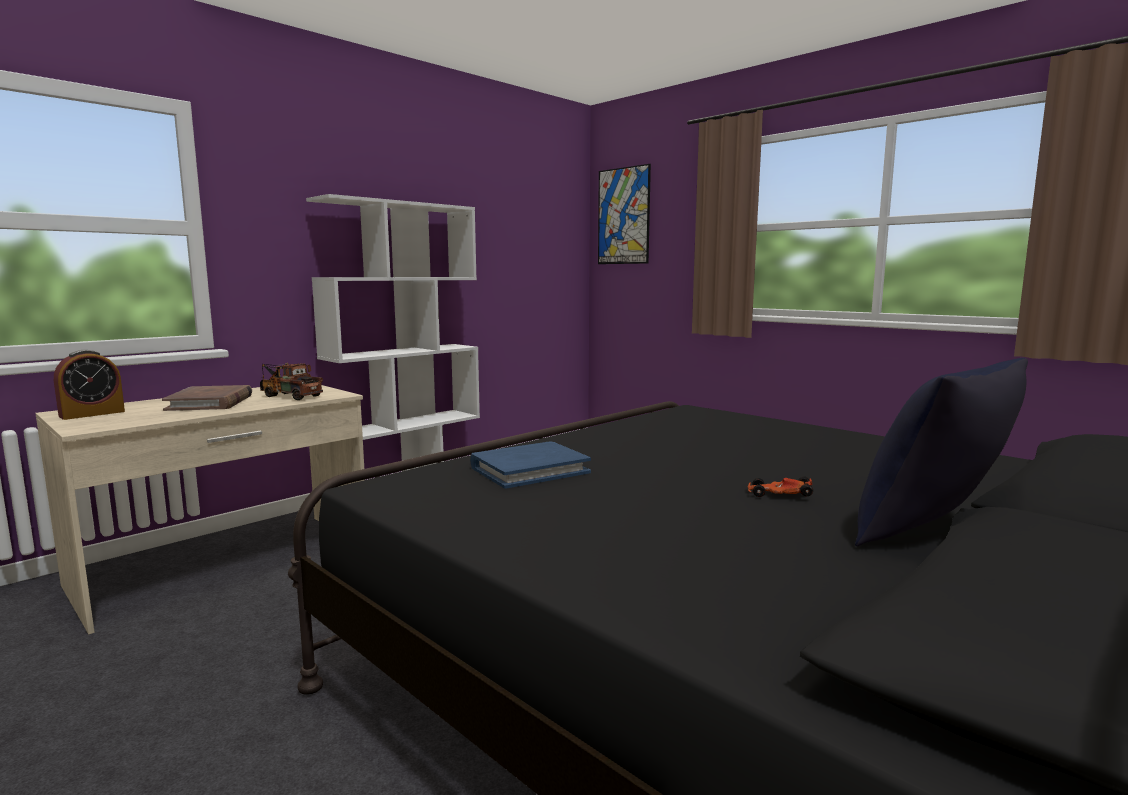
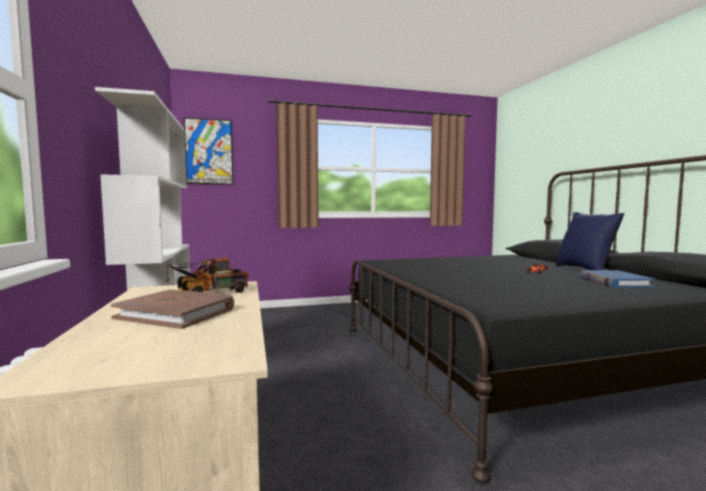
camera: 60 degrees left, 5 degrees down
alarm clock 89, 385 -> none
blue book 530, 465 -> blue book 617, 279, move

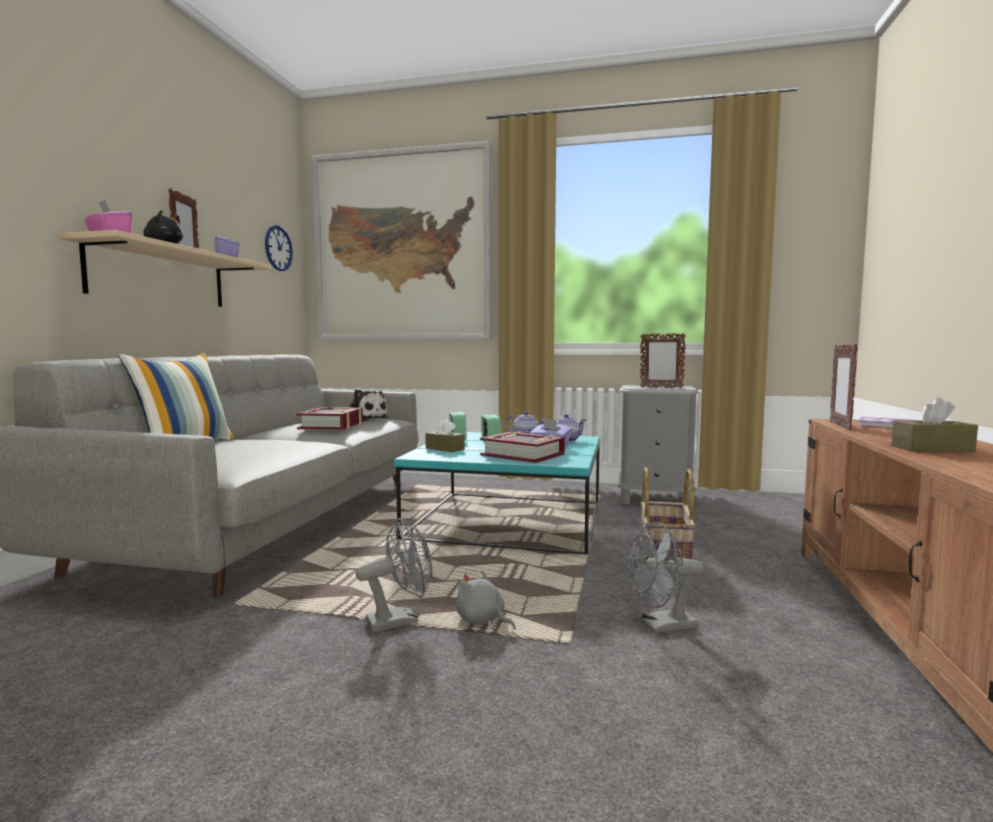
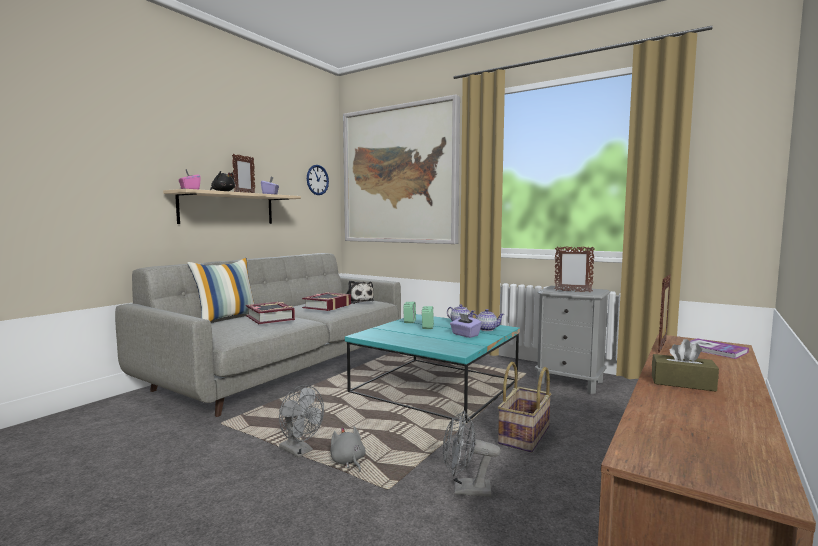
camera: 20 degrees right, 0 degrees up
grey fan 394, 575 -> grey fan 301, 421, 45 degrees clockwise
brown tissue box 445, 435 -> none
book 522, 447 -> book 270, 313, move

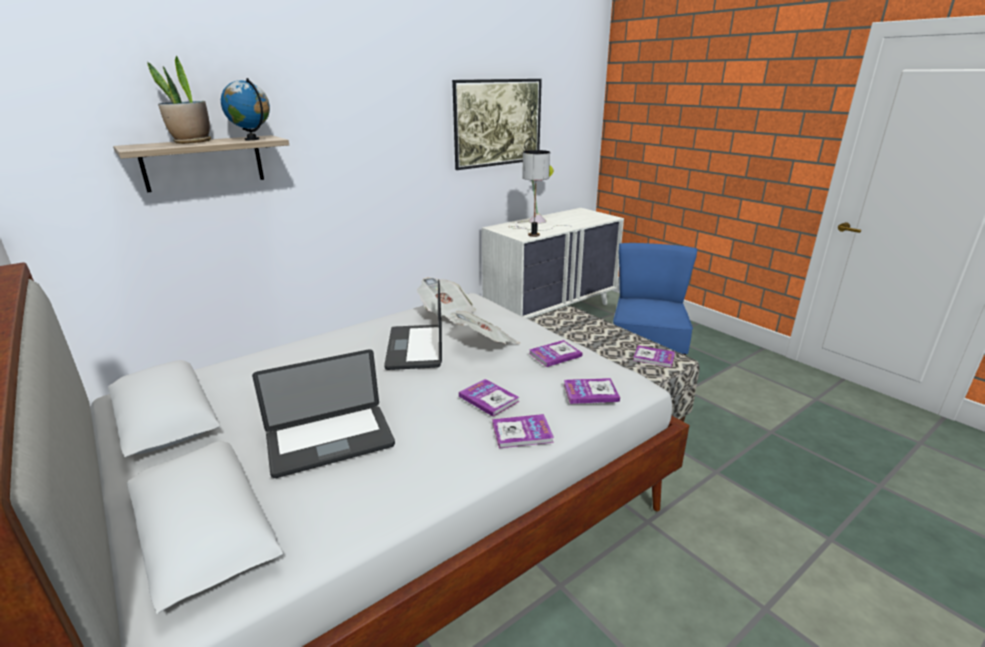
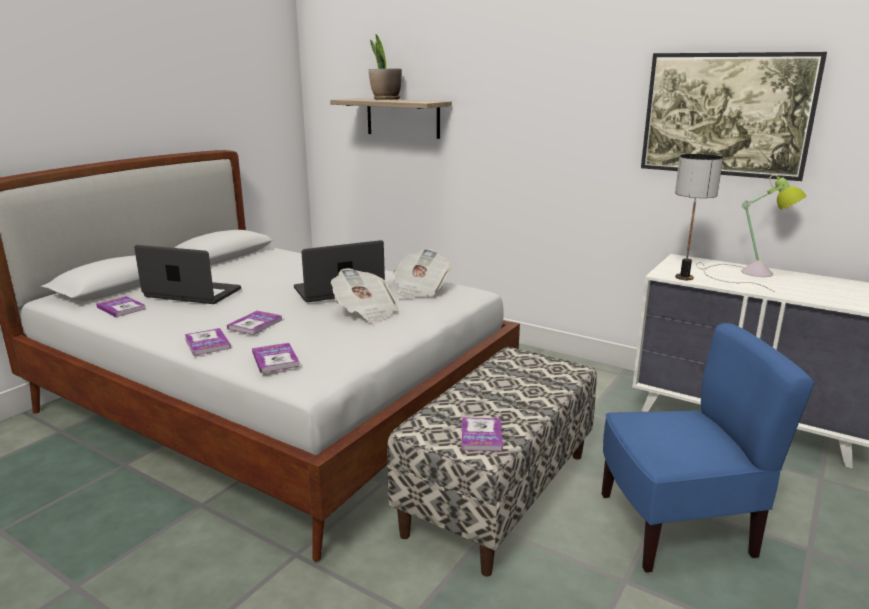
camera: 70 degrees right, 5 degrees down
globe 245, 109 -> none
laptop 323, 413 -> laptop 187, 274, 150 degrees clockwise
book 556, 353 -> book 121, 306, move

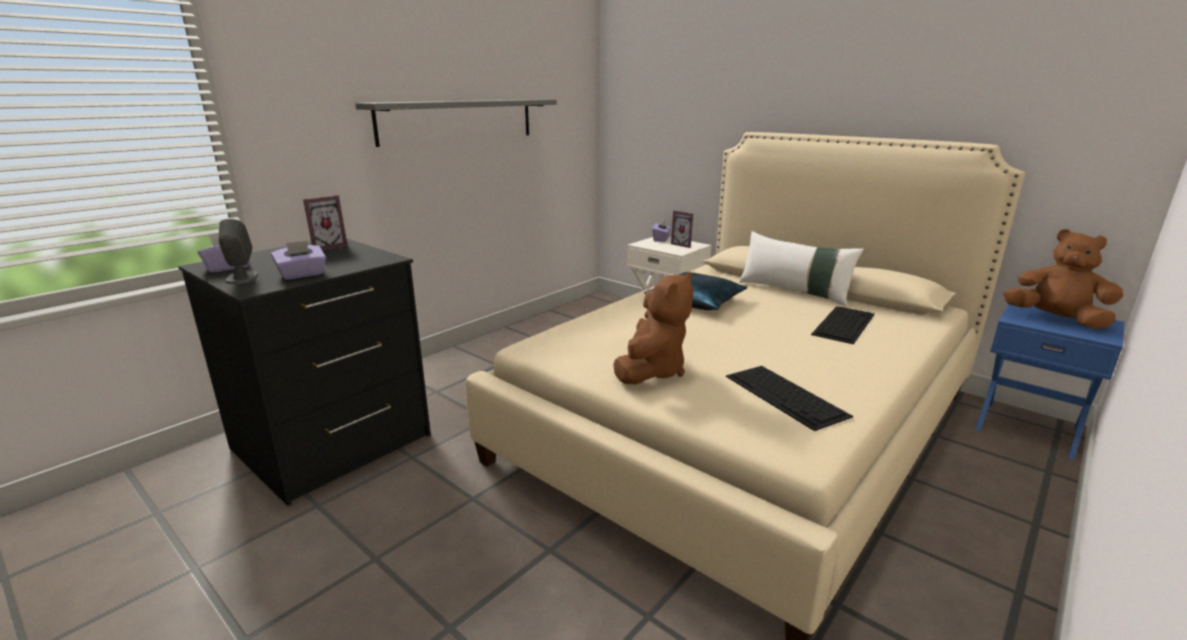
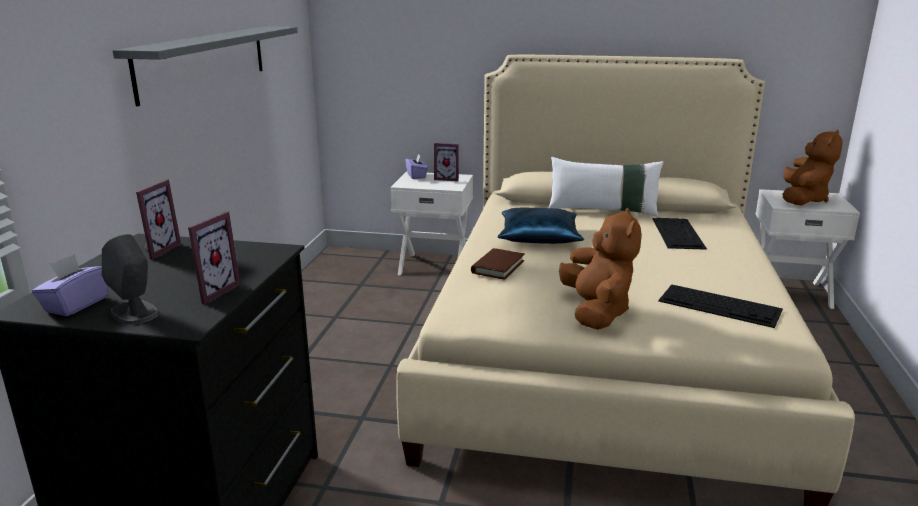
camera: 30 degrees left, 0 degrees up
purple tissue box 298, 260 -> picture frame 214, 258
blue nightstand 1050, 382 -> white nightstand 808, 249
brown plush toy 1063, 279 -> brown plush toy 813, 167, 105 degrees clockwise
none -> brown book 498, 264

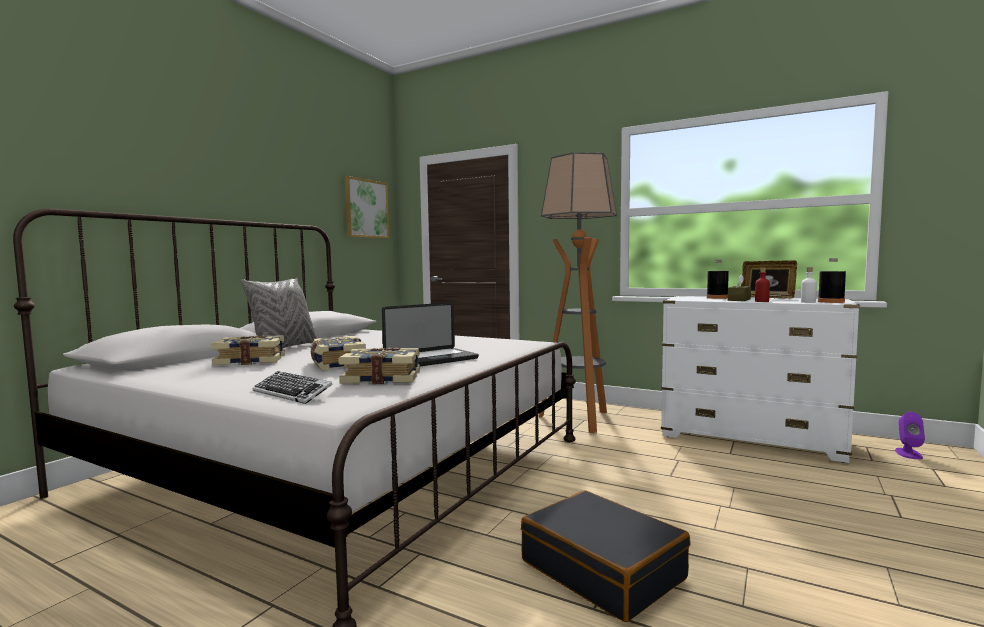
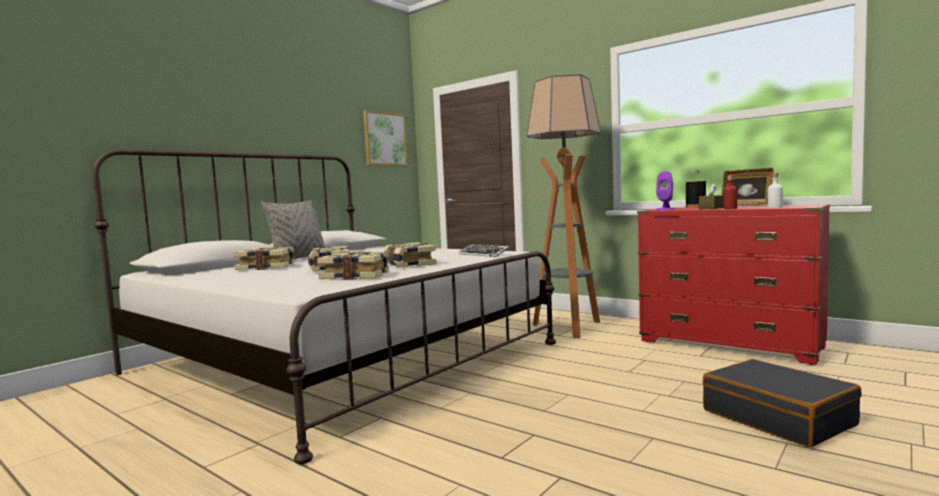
camera: 10 degrees right, 0 degrees up
keyboard 293, 387 -> keyboard 484, 250, move
laptop 430, 334 -> book 410, 255
black suitcase 606, 556 -> black suitcase 782, 403, move
white dresser 760, 379 -> red dresser 733, 284
black bottle 832, 280 -> none
purple speaker 910, 435 -> purple speaker 665, 190, move

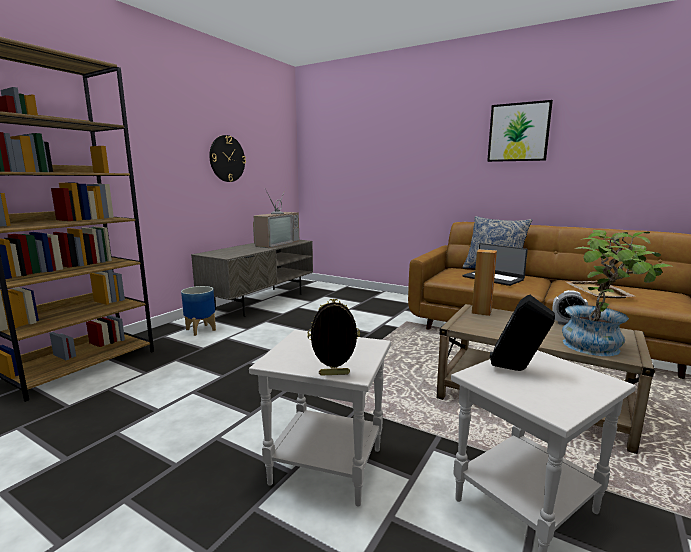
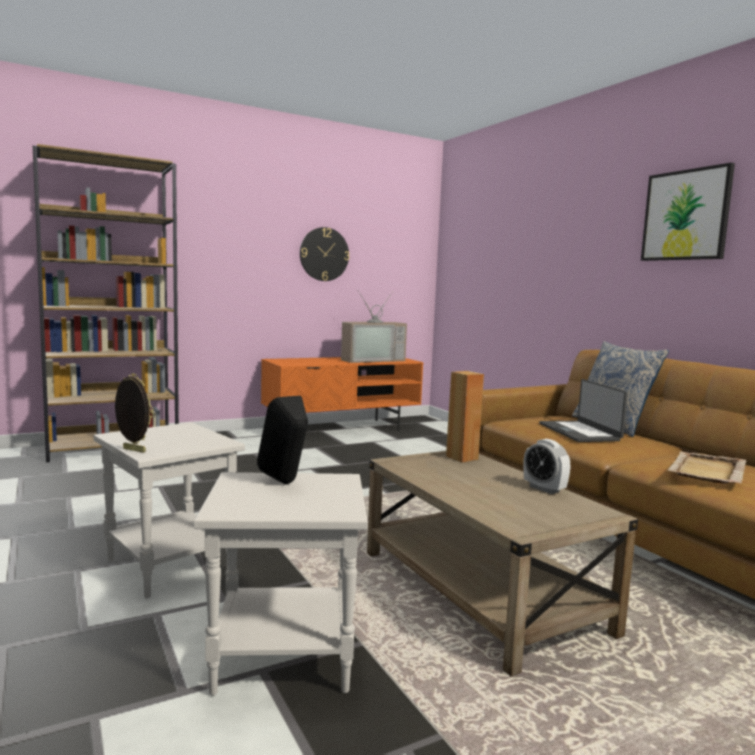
camera: 30 degrees right, 5 degrees down
planter 198, 311 -> none
grey tv stand 252, 278 -> orange tv stand 342, 394
potted plant 618, 293 -> none

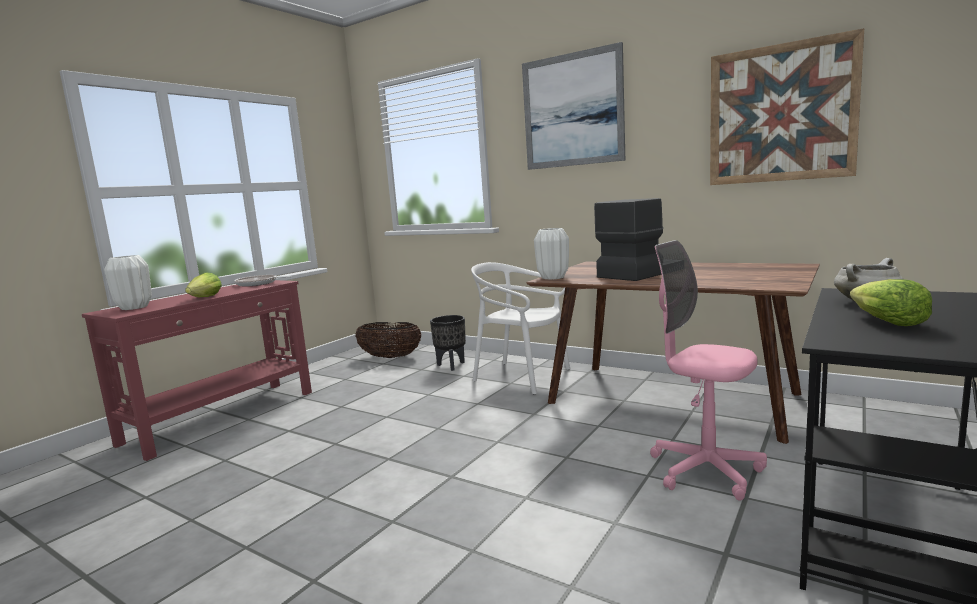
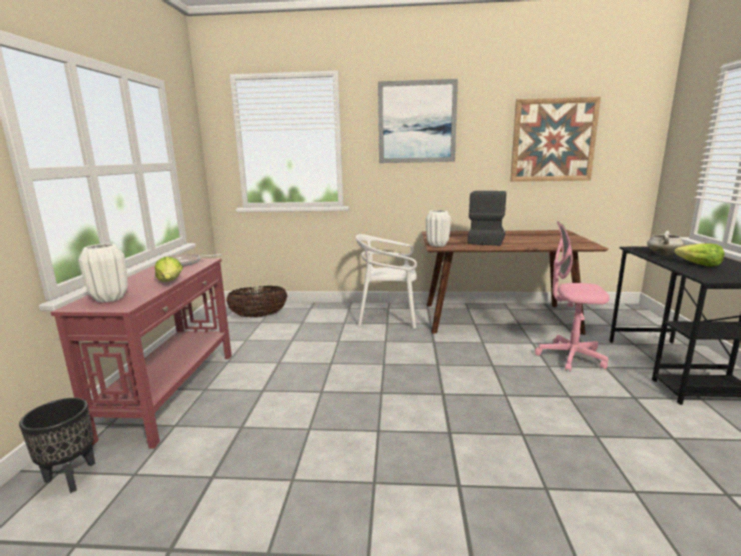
camera: 30 degrees left, 5 degrees up
black planter 448, 343 -> black planter 57, 445, move

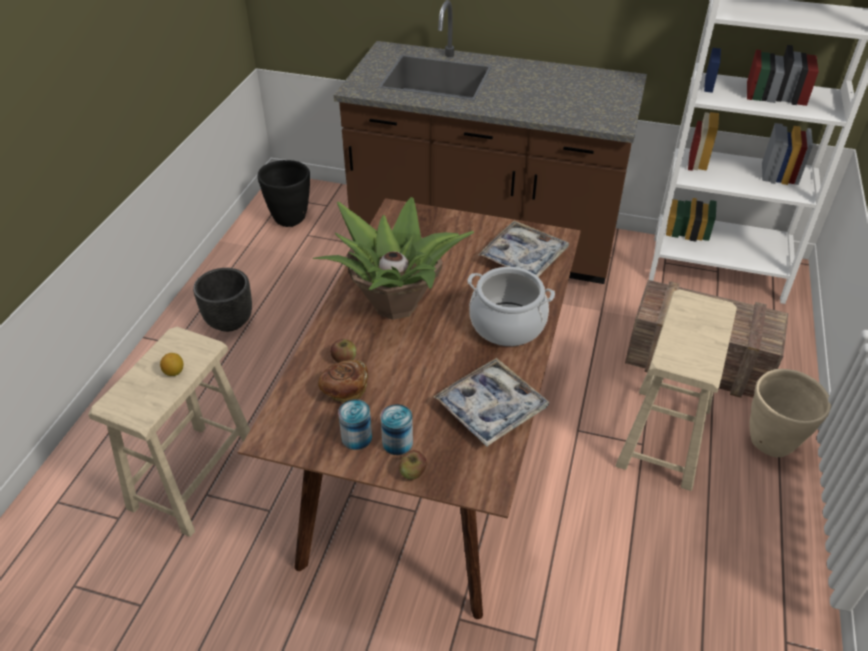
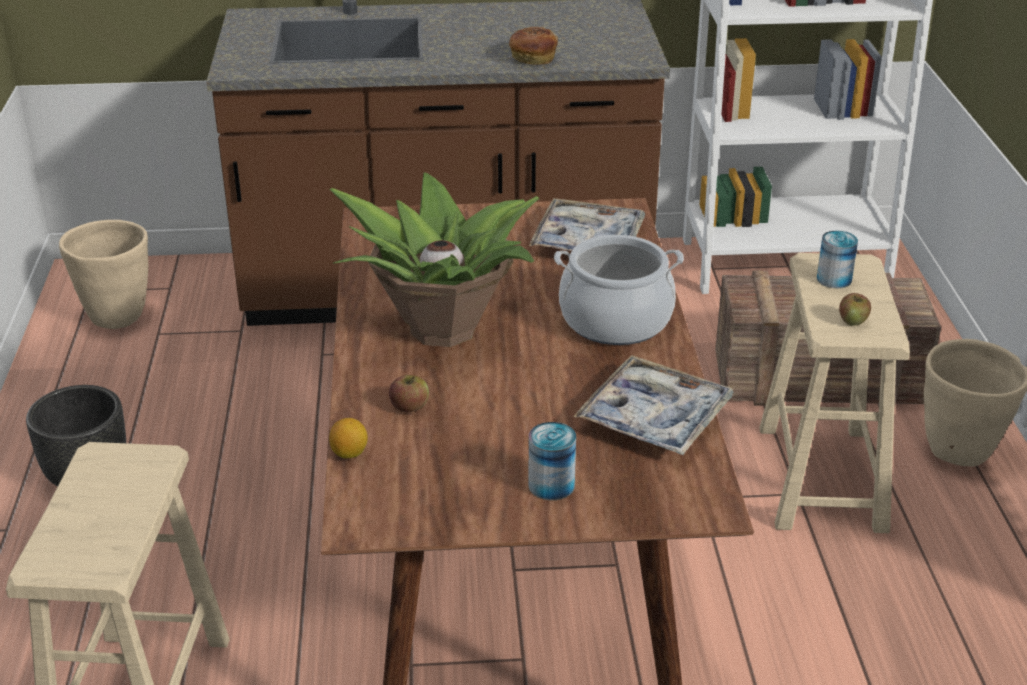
camera: 20 degrees left, 10 degrees down
lemon 171, 364 -> lemon 348, 438, move
black planter 284, 193 -> beige planter 103, 274
bread 343, 381 -> bread 533, 46, move
can 355, 424 -> can 837, 259, move
apple 412, 465 -> apple 855, 309, move

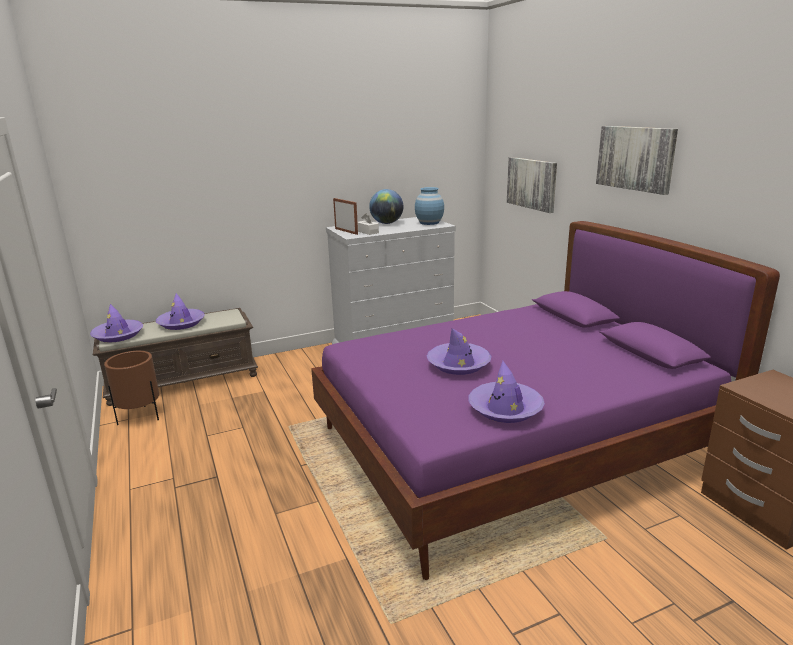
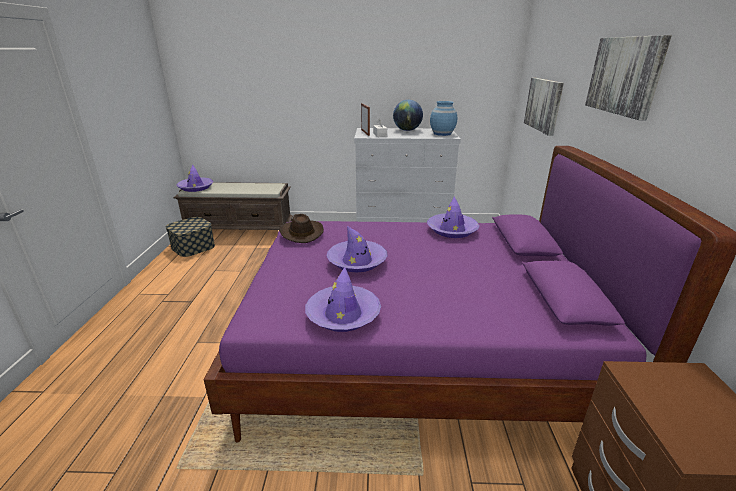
camera: 25 degrees right, 5 degrees up
brown planter 131, 388 -> storage box 190, 237
purple hat 180, 311 -> purple hat 453, 217, move
none -> brown hat 301, 228

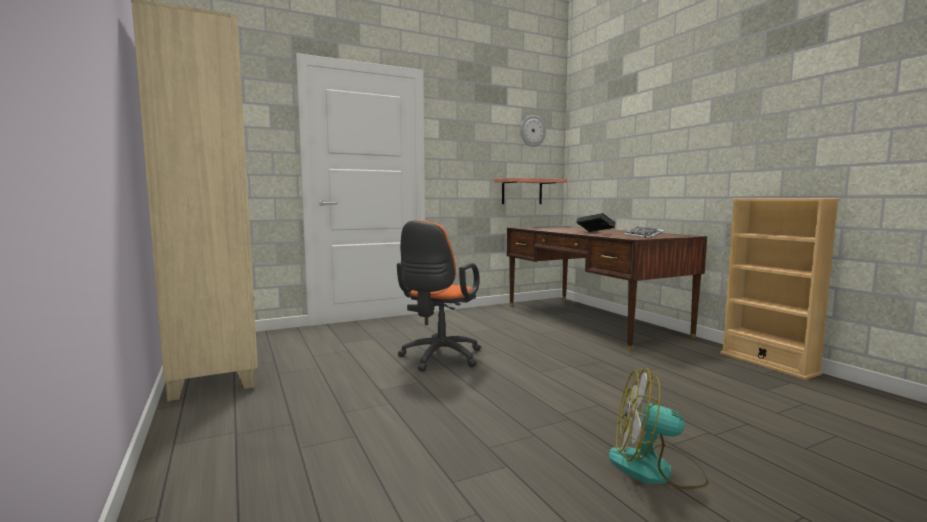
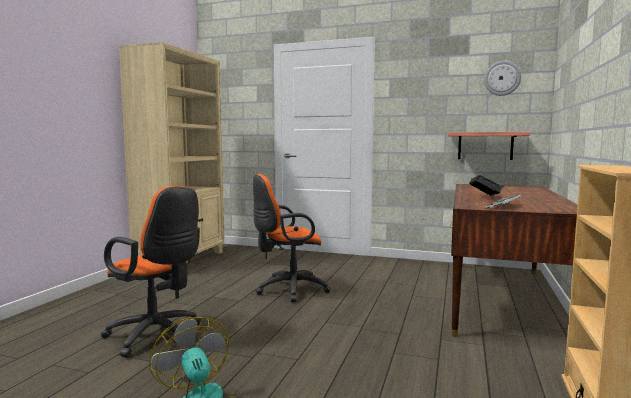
camera: 45 degrees right, 0 degrees up
none -> orange office chair 151, 272

